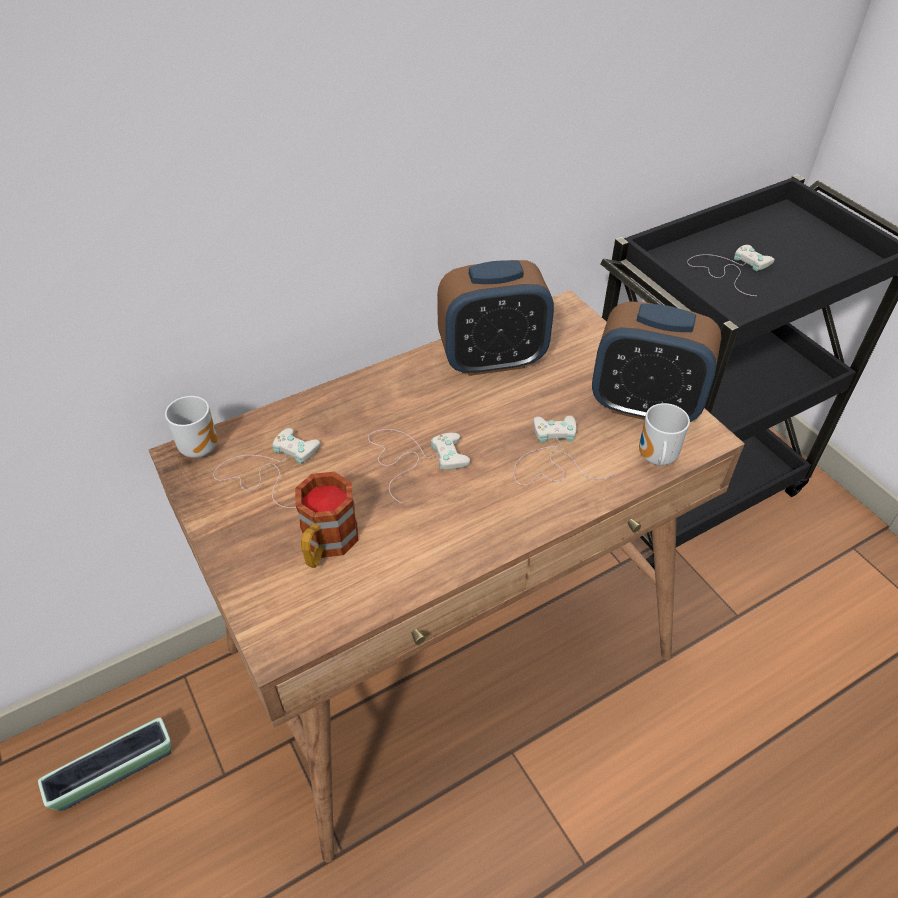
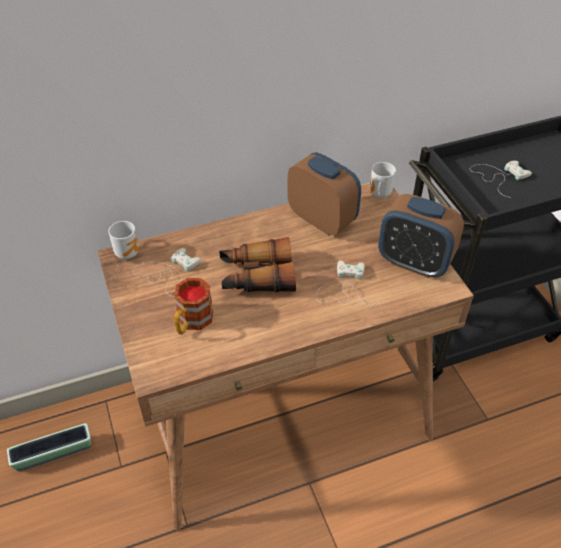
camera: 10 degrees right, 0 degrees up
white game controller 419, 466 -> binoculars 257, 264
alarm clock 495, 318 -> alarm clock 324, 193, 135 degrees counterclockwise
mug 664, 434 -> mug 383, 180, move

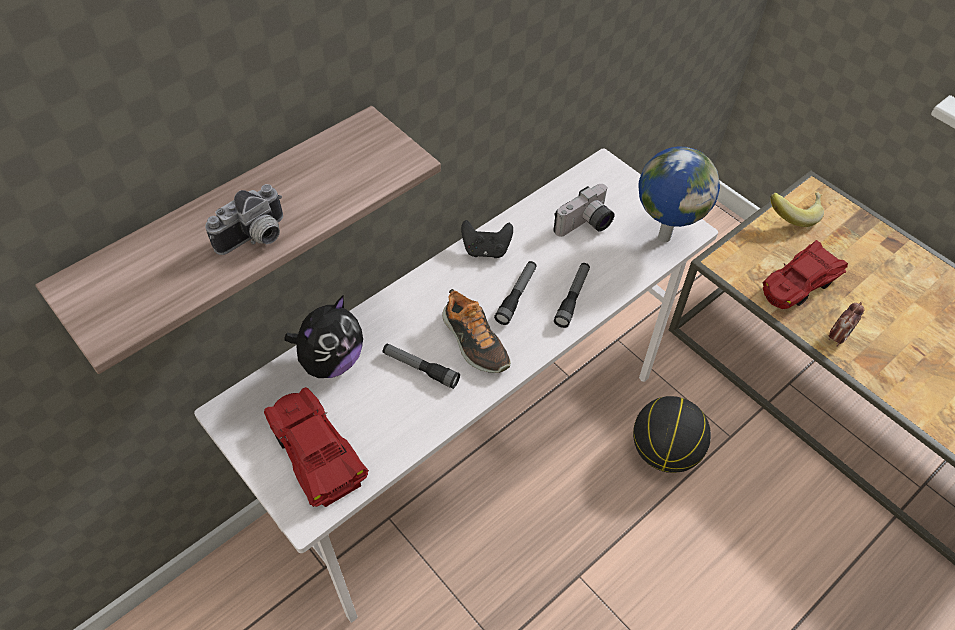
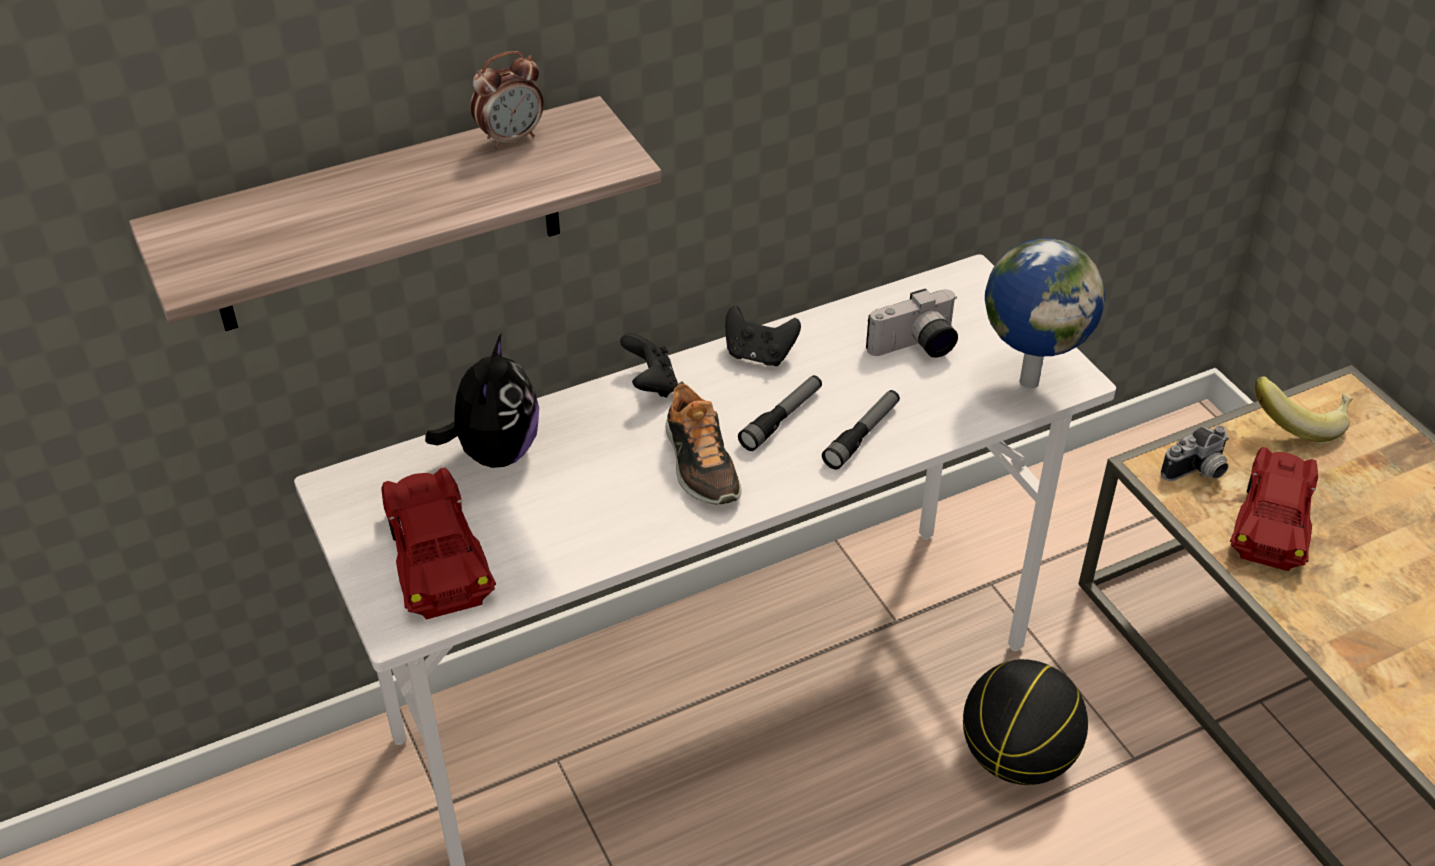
camera: 15 degrees right, 10 degrees down
photo camera 244, 219 -> photo camera 1195, 453, move
plush toy 324, 336 -> plush toy 482, 401, 45 degrees counterclockwise
flashlight 421, 366 -> none
red toy car 805, 274 -> red toy car 1274, 509, 135 degrees clockwise
alarm clock 846, 324 -> alarm clock 507, 100, move
none -> black game controller 649, 365

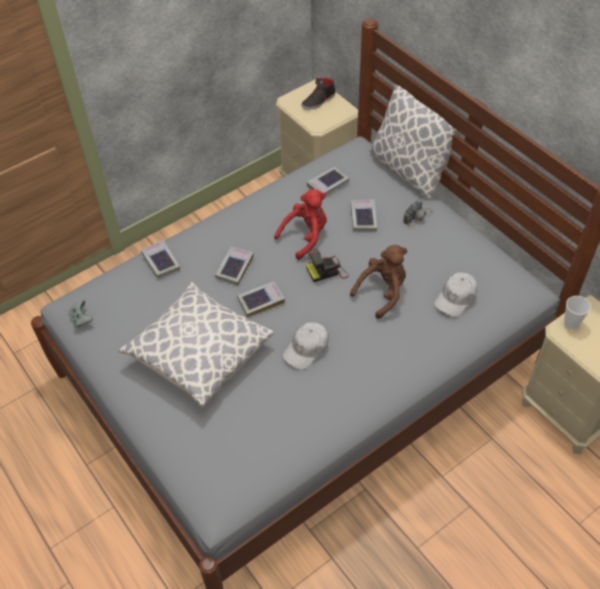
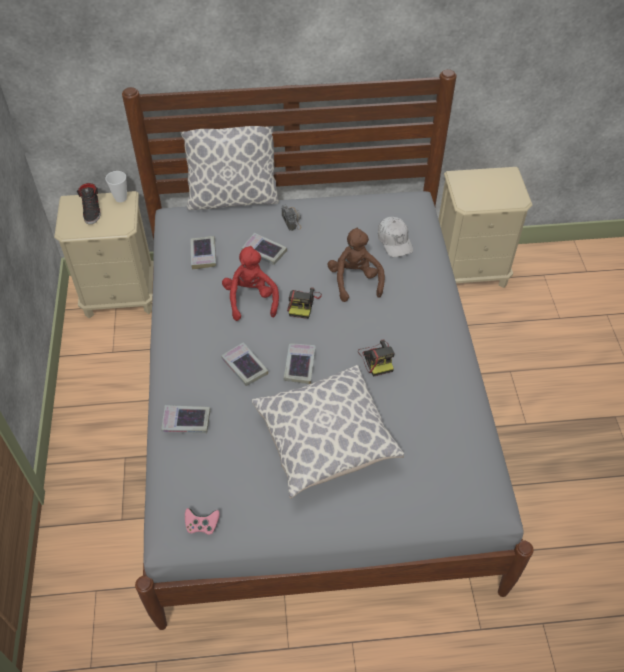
camera: 60 degrees left, 0 degrees up
grey game controller 81, 313 -> pink game controller 202, 521
white cap 306, 346 -> photo camera 376, 358
cup 577, 313 -> cup 116, 186, move

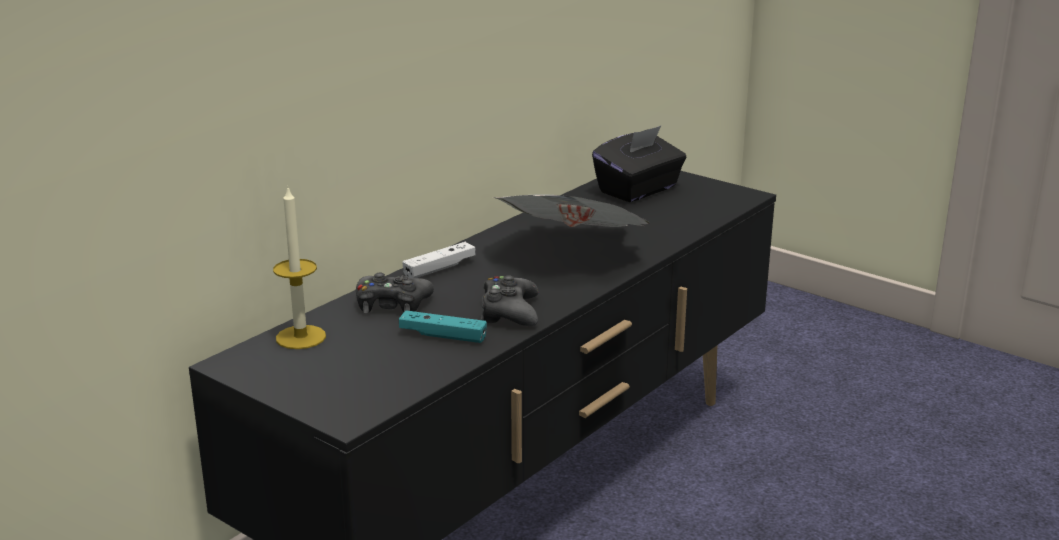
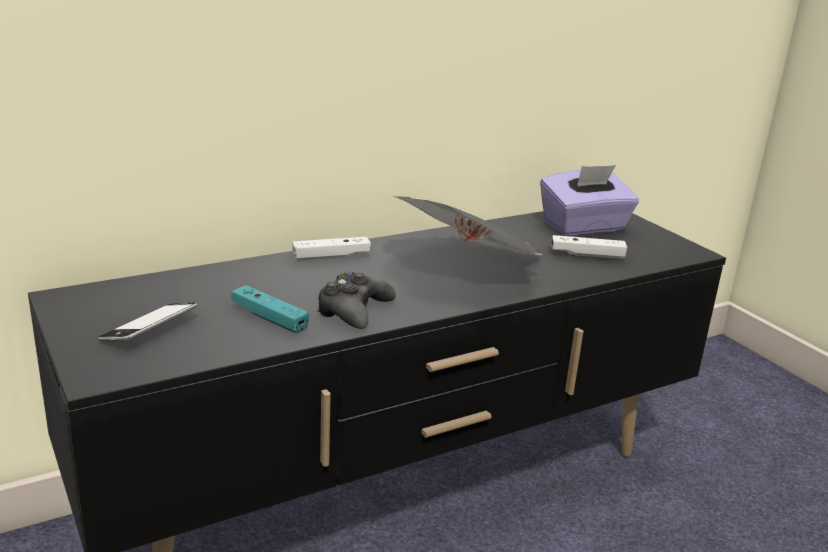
camera: 20 degrees right, 0 degrees up
candle 299, 267 -> none
black game controller 395, 293 -> none
black tissue box 639, 164 -> purple tissue box 589, 200
none -> phone 147, 321
none -> white game controller 589, 247

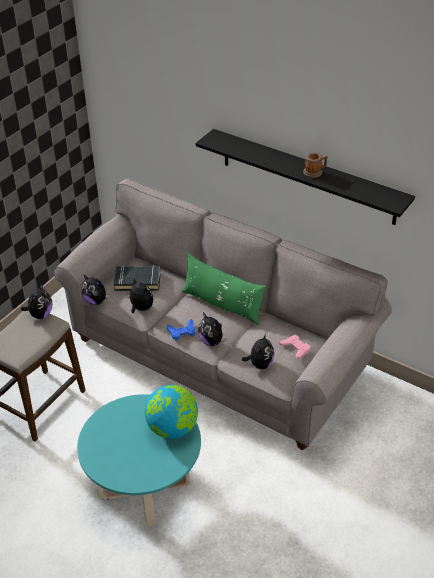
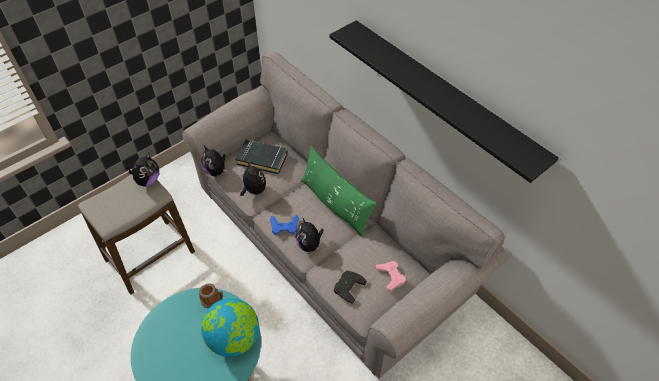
camera: 15 degrees right, 10 degrees up
plush toy 258, 351 -> black game controller 350, 287
mug 315, 165 -> mug 211, 295, move

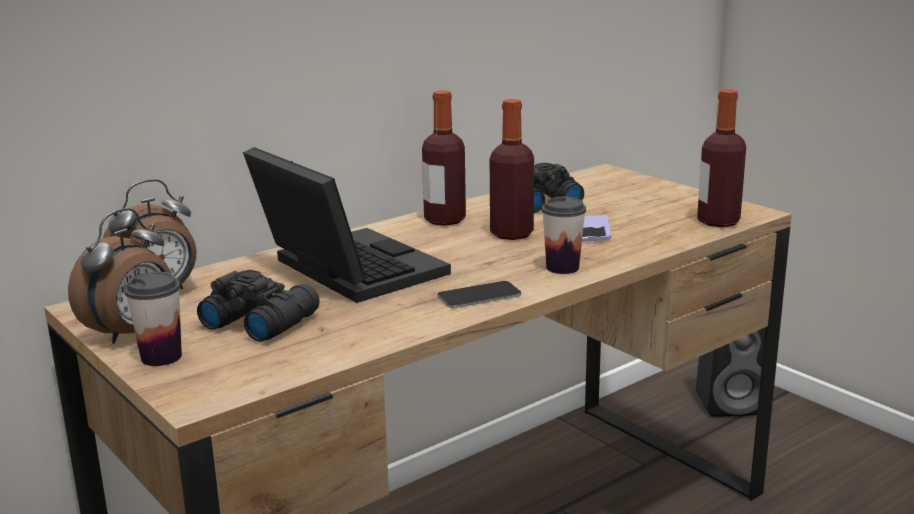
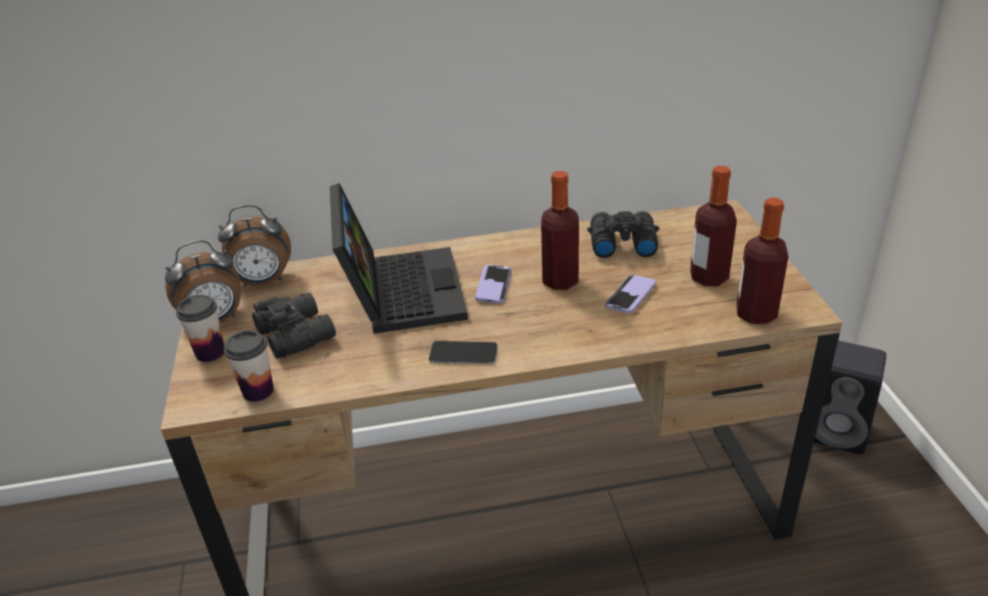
camera: 30 degrees right, 15 degrees up
bottle 444, 158 -> bottle 713, 226, move
cup 564, 235 -> cup 249, 366, move
none -> phone 493, 284

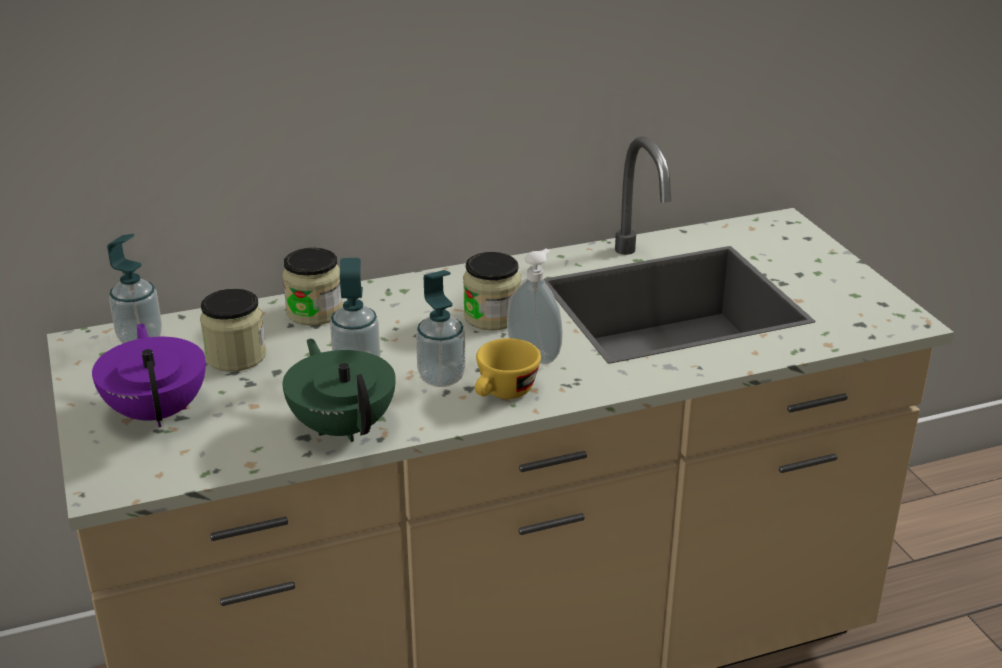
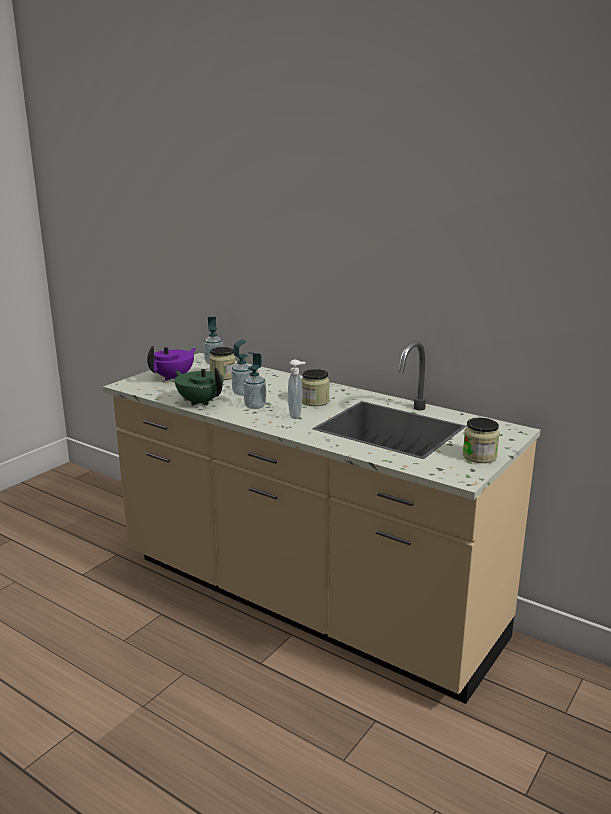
camera: 55 degrees right, 10 degrees down
green teapot 339, 390 -> green teapot 199, 386, 75 degrees counterclockwise
jar 313, 287 -> jar 481, 440, move
yellow cup 508, 368 -> none

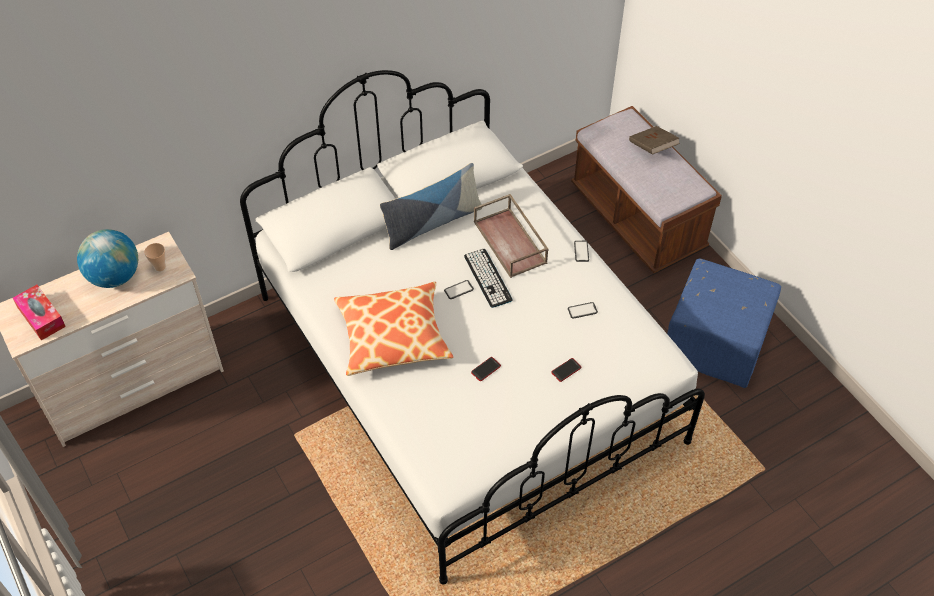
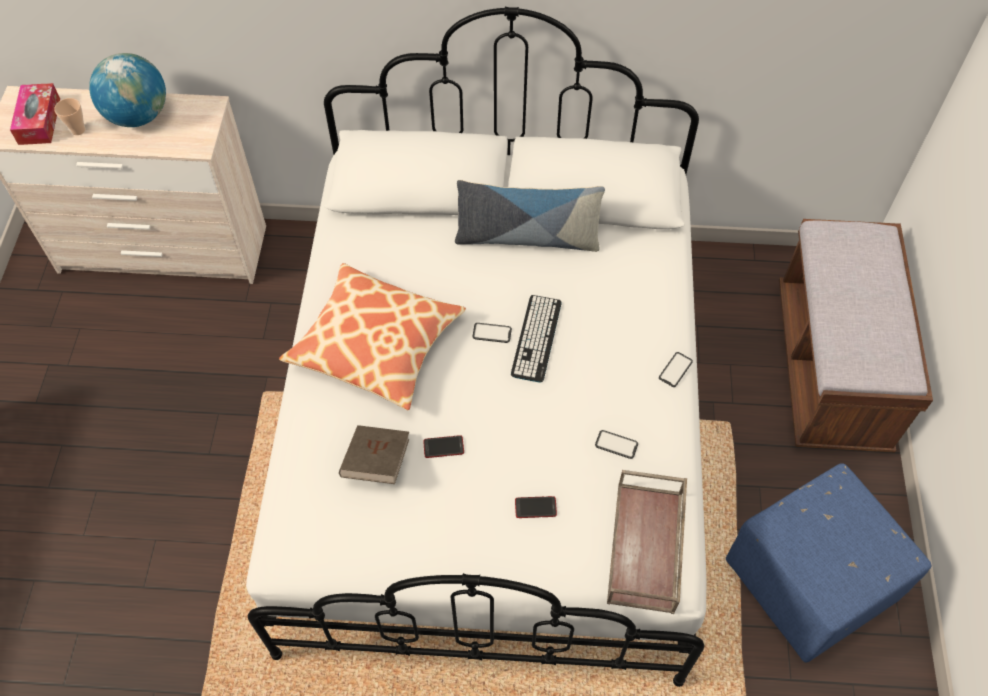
camera: 35 degrees right, 5 degrees up
cup 155, 257 -> cup 70, 116, move
brown tray 511, 236 -> brown tray 647, 542, move
brown book 654, 140 -> brown book 374, 454, move

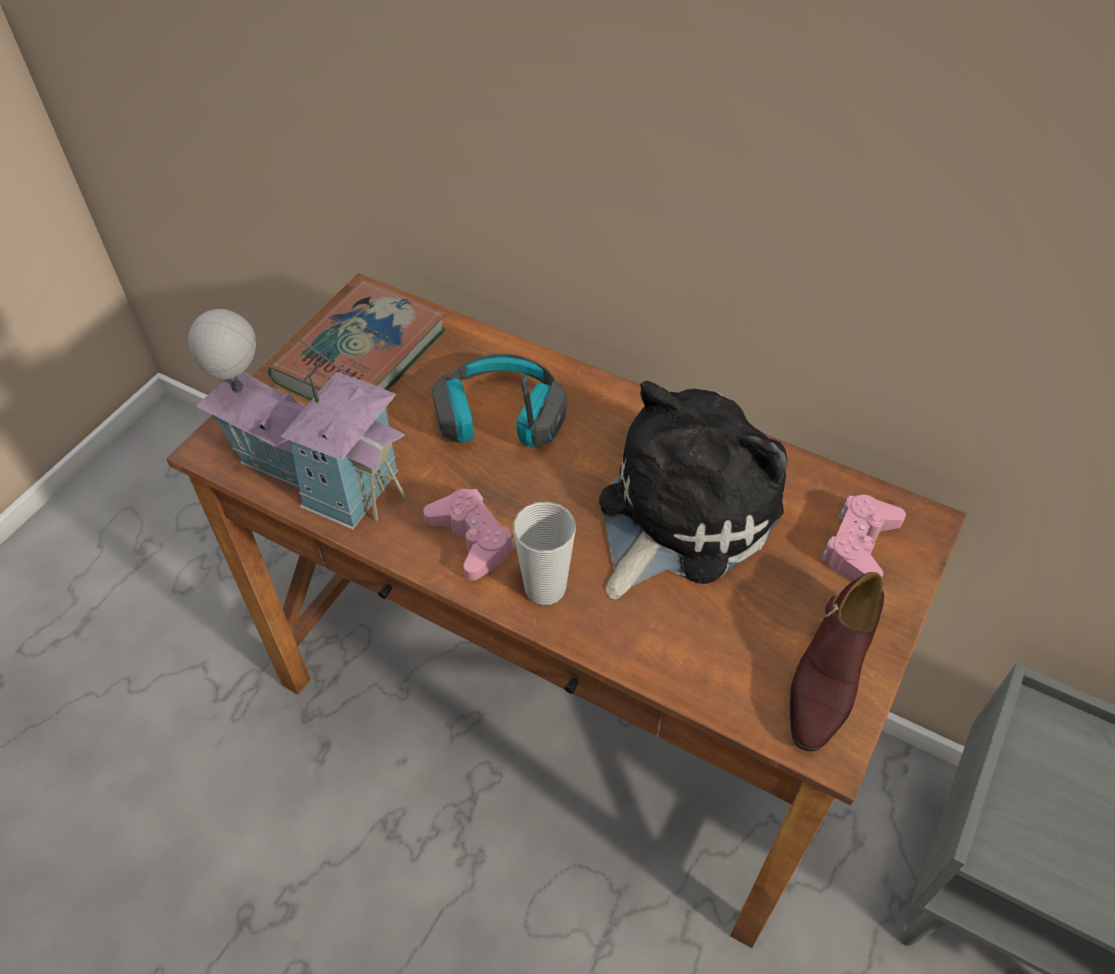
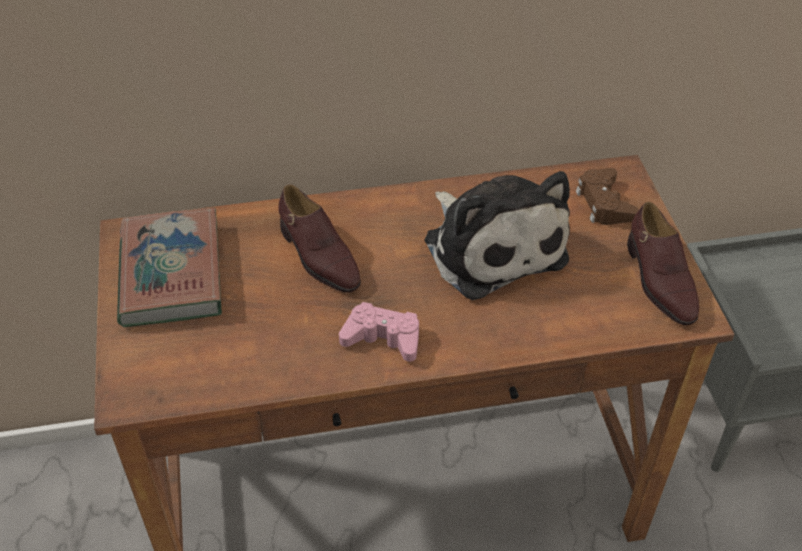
camera: 40 degrees left, 5 degrees down
toy house 297, 419 -> none
headphones 499, 401 -> brown shoe 320, 238
cup 544, 553 -> none
plush toy 693, 490 -> plush toy 497, 235, 150 degrees clockwise
pink game controller 863, 537 -> brown game controller 607, 196

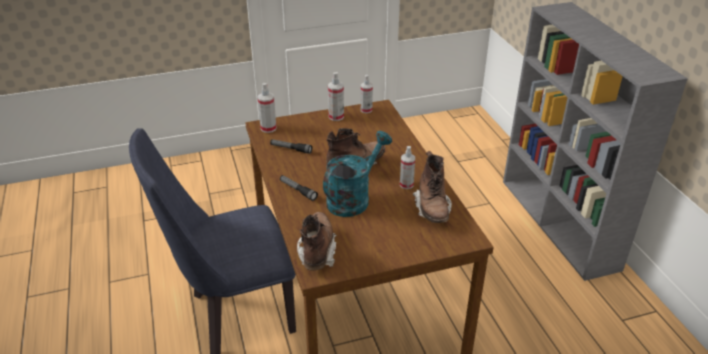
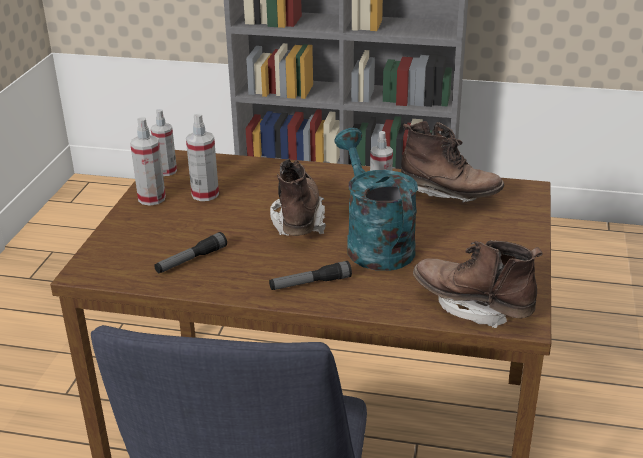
camera: 60 degrees left, 5 degrees down
spray bottle 267, 108 -> spray bottle 202, 157, move

